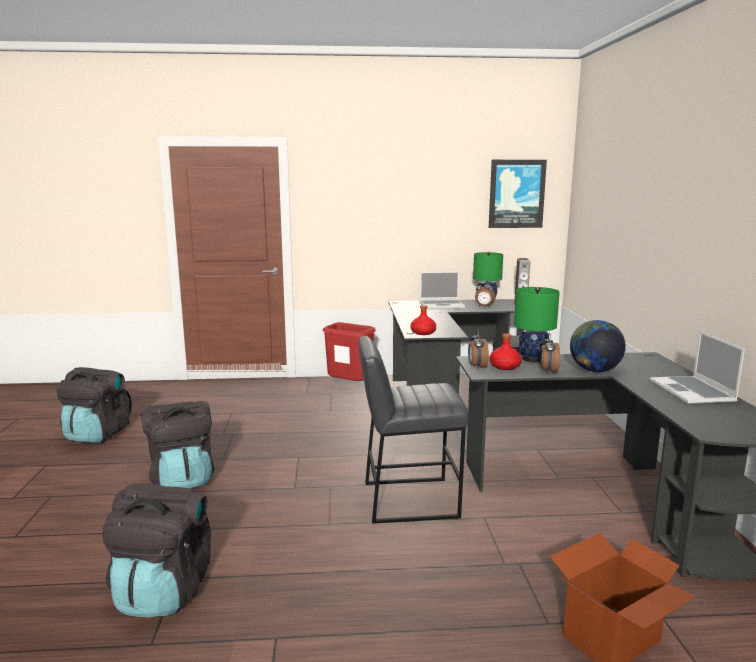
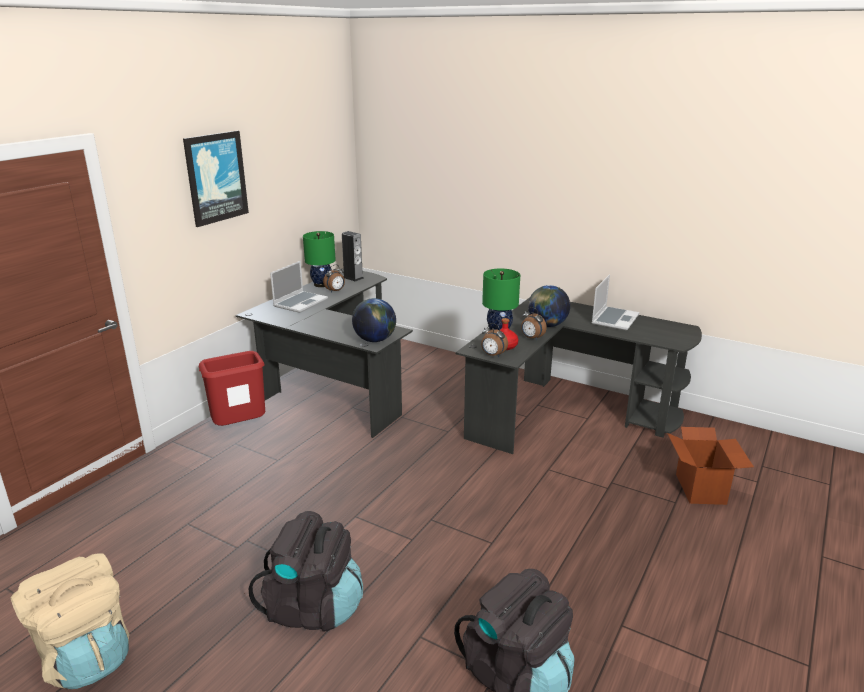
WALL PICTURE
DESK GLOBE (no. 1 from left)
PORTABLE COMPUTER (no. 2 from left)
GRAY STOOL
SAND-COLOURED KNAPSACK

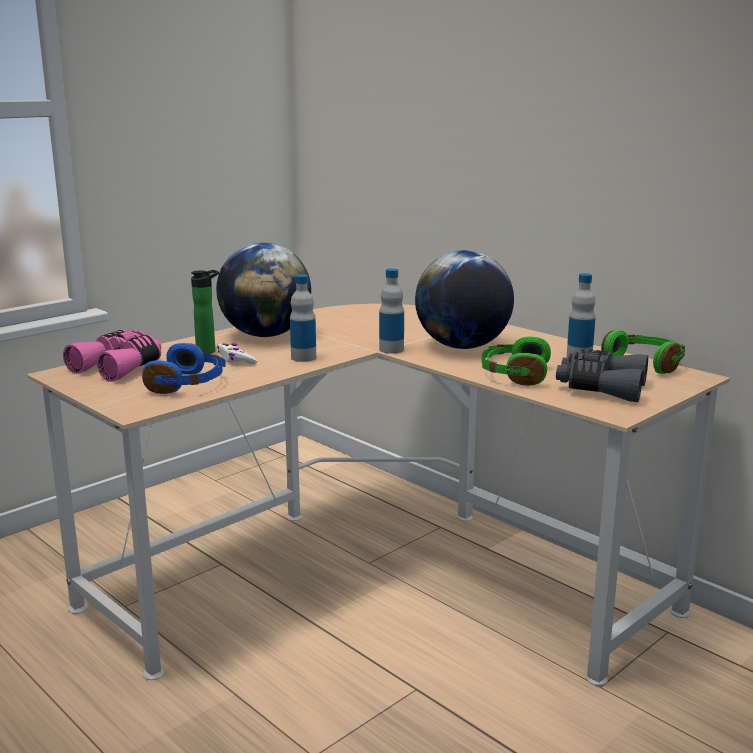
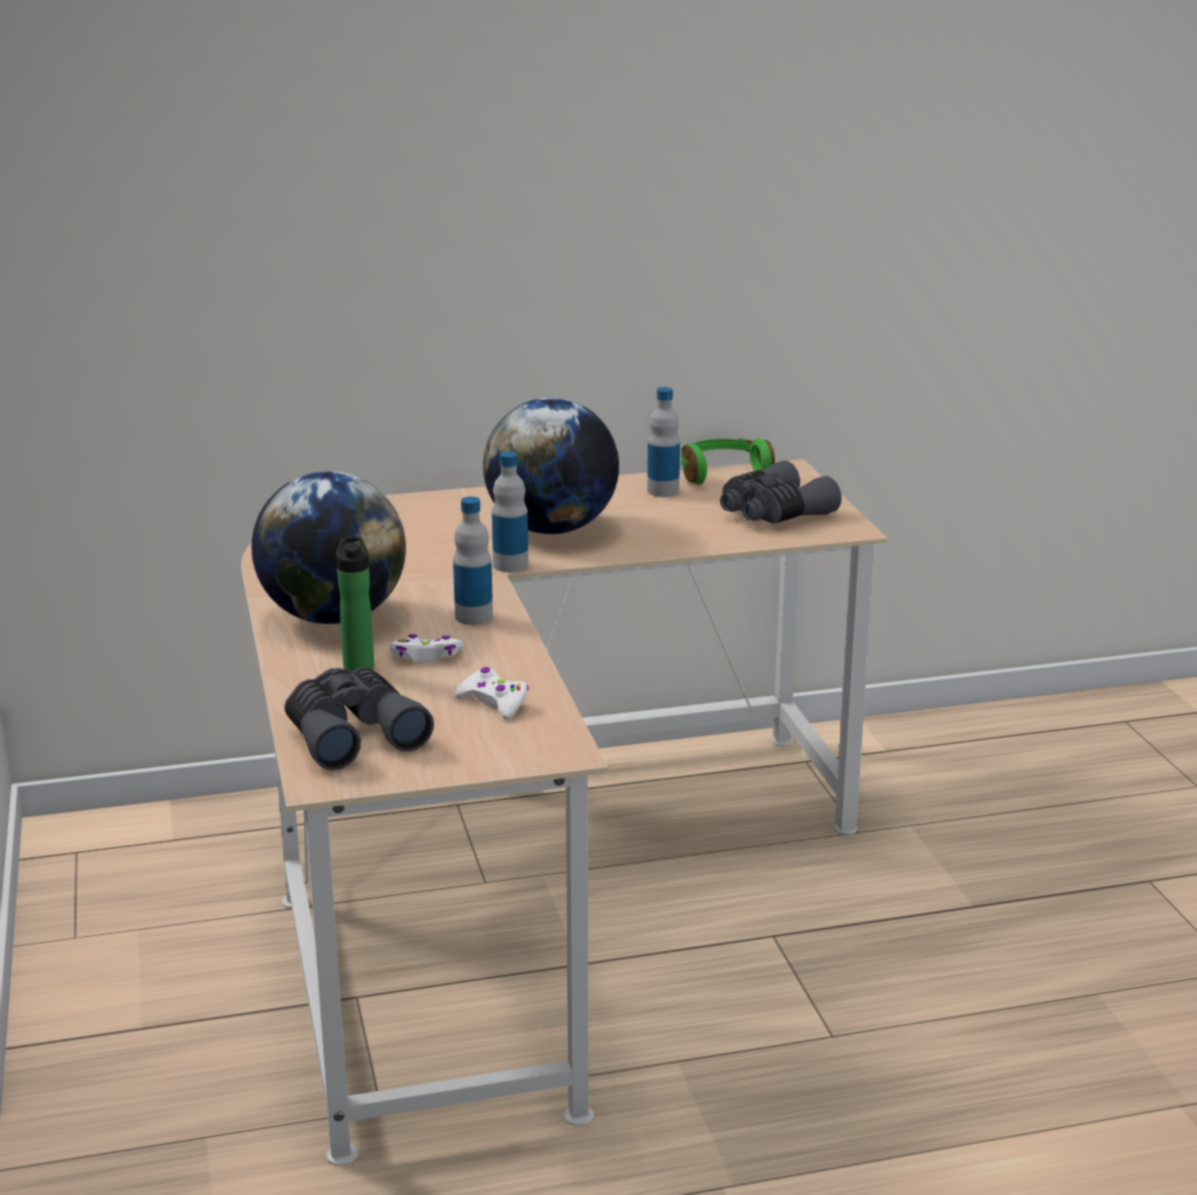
GRAY PAIR OF BINOCULARS (no. 1 from left)
GREEN HEADSET (no. 1 from left in the first image)
WHITISH GAME CONTROLLER (no. 2 from left)

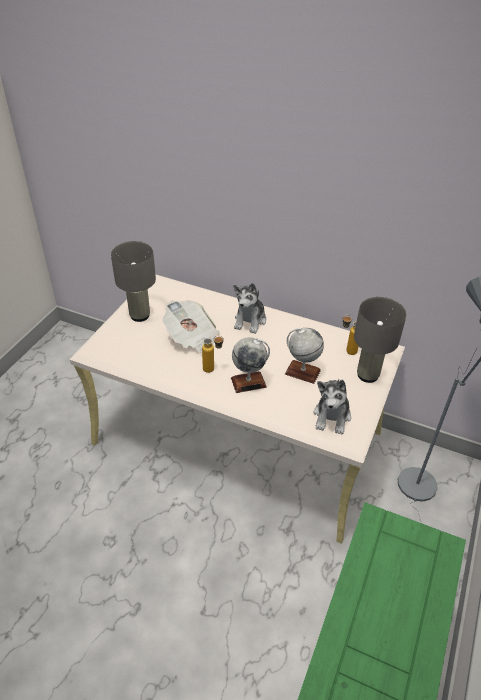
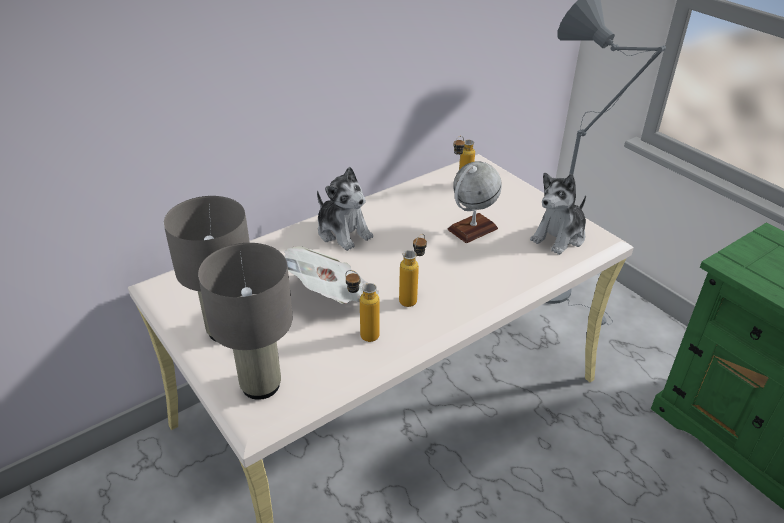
GRAY TABLETOP LAMP (no. 2 from left)
DESK GLOBE (no. 1 from left in the first image)
CUDDLY TOY (no. 2 from left)
BOTTLE (no. 1 from left)

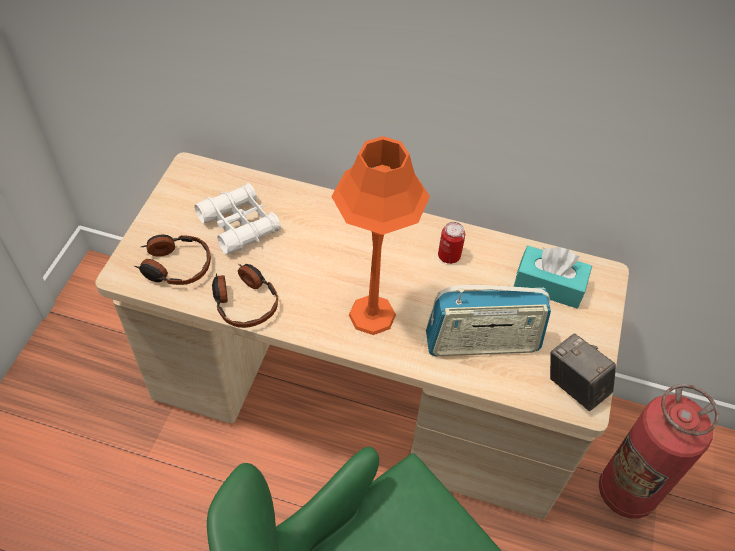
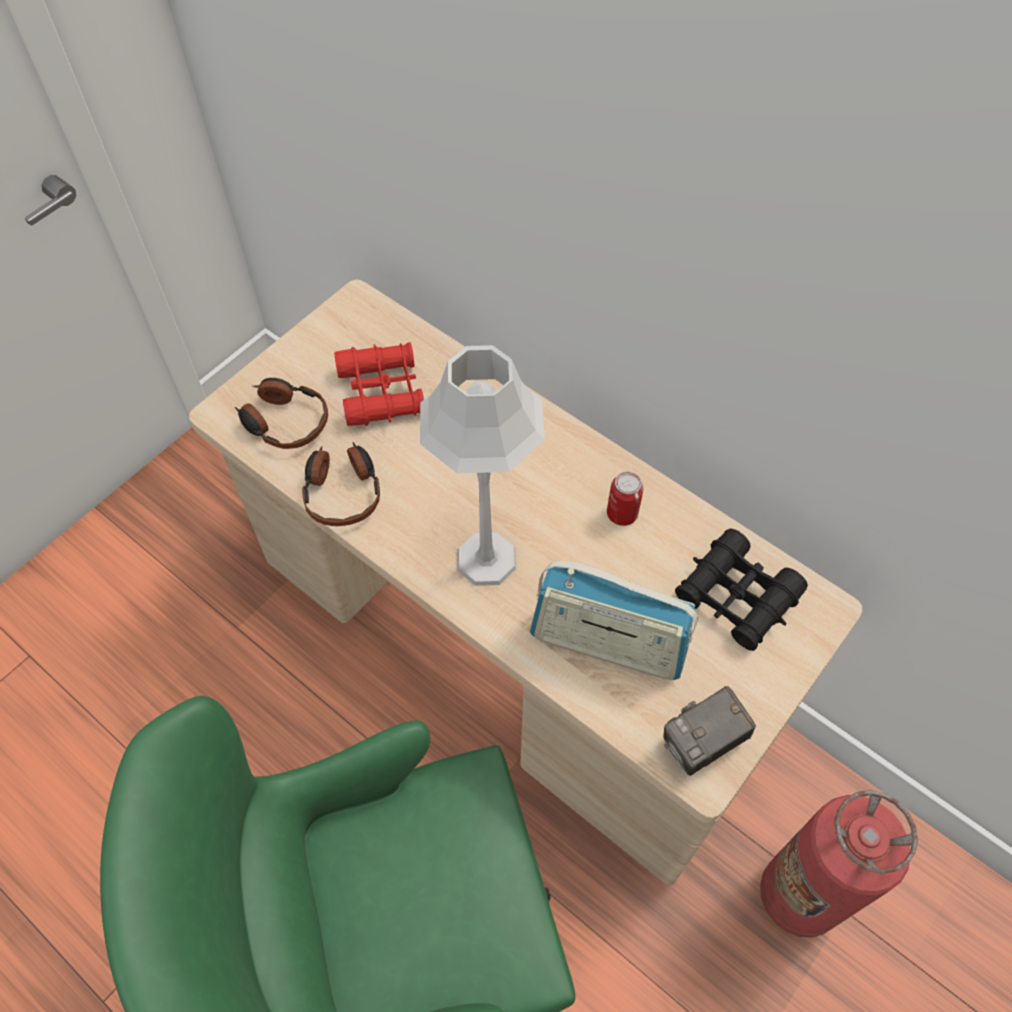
GRAY TABLETOP LAMP
REDDISH PAIR OF BINOCULARS
BLACK PAIR OF BINOCULARS
STILL CAMERA

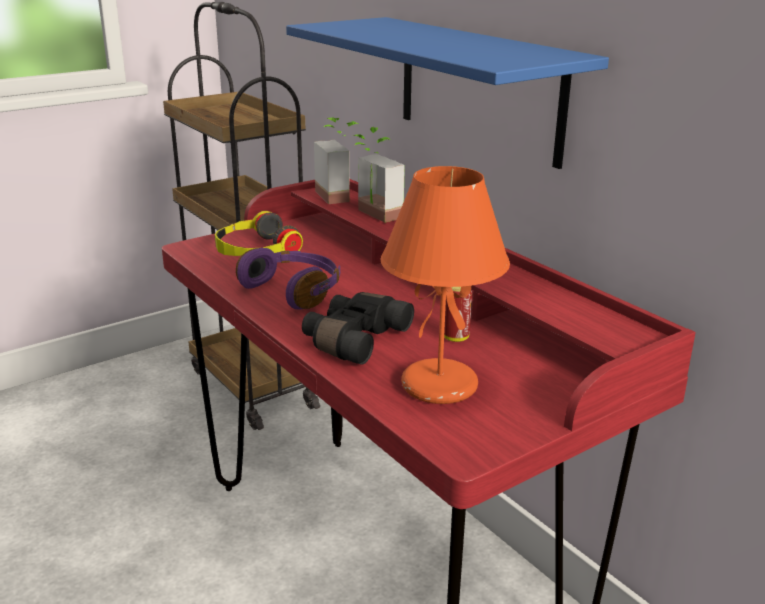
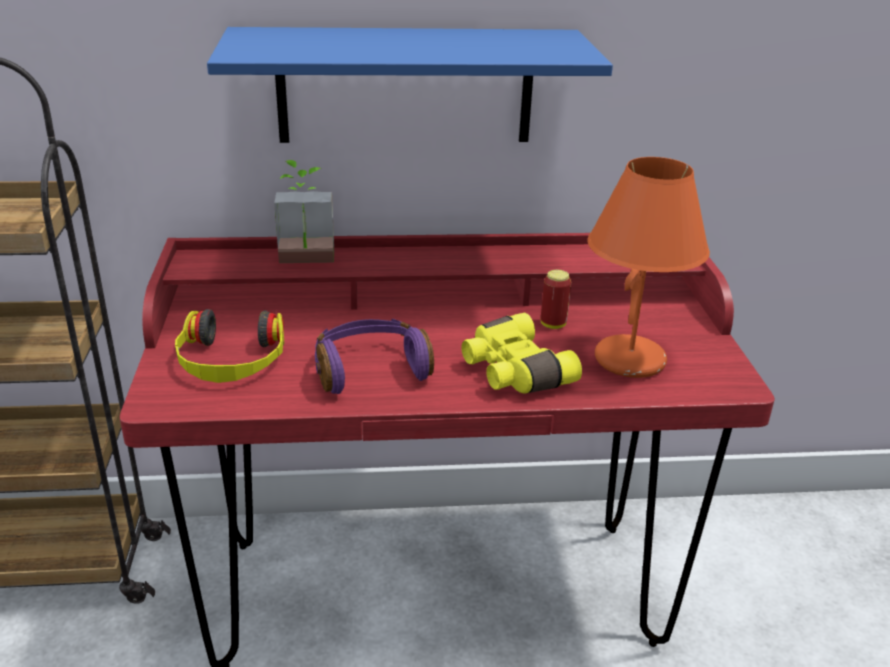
POTTED PLANT (no. 1 from left in the first image)
YELLOW PAIR OF BINOCULARS

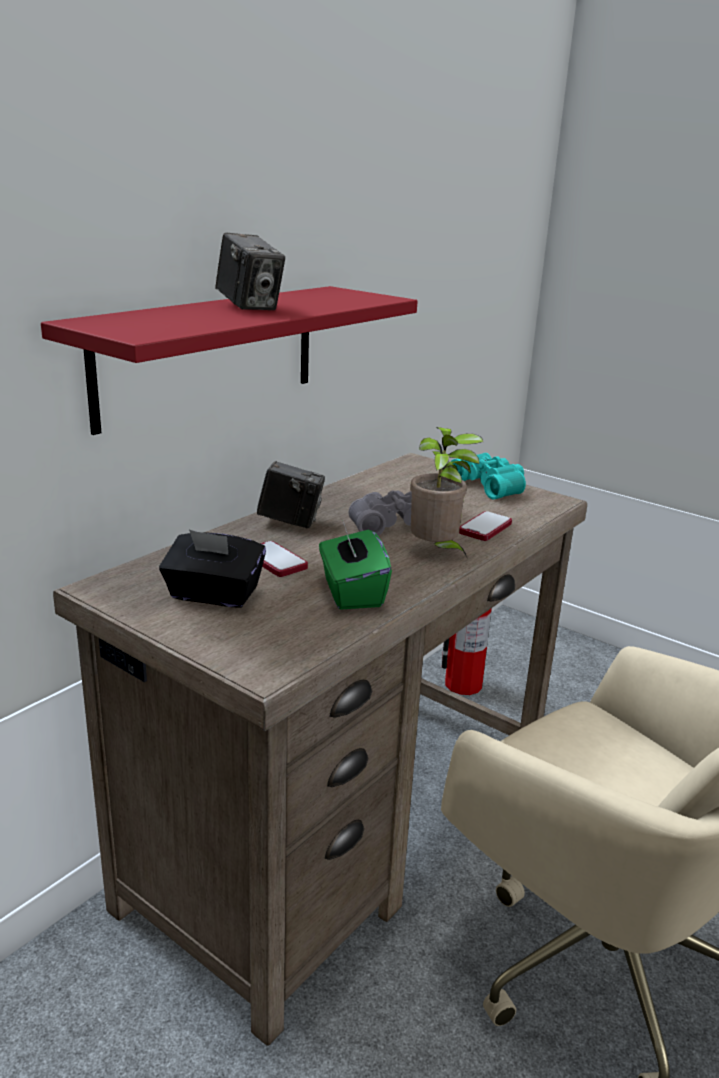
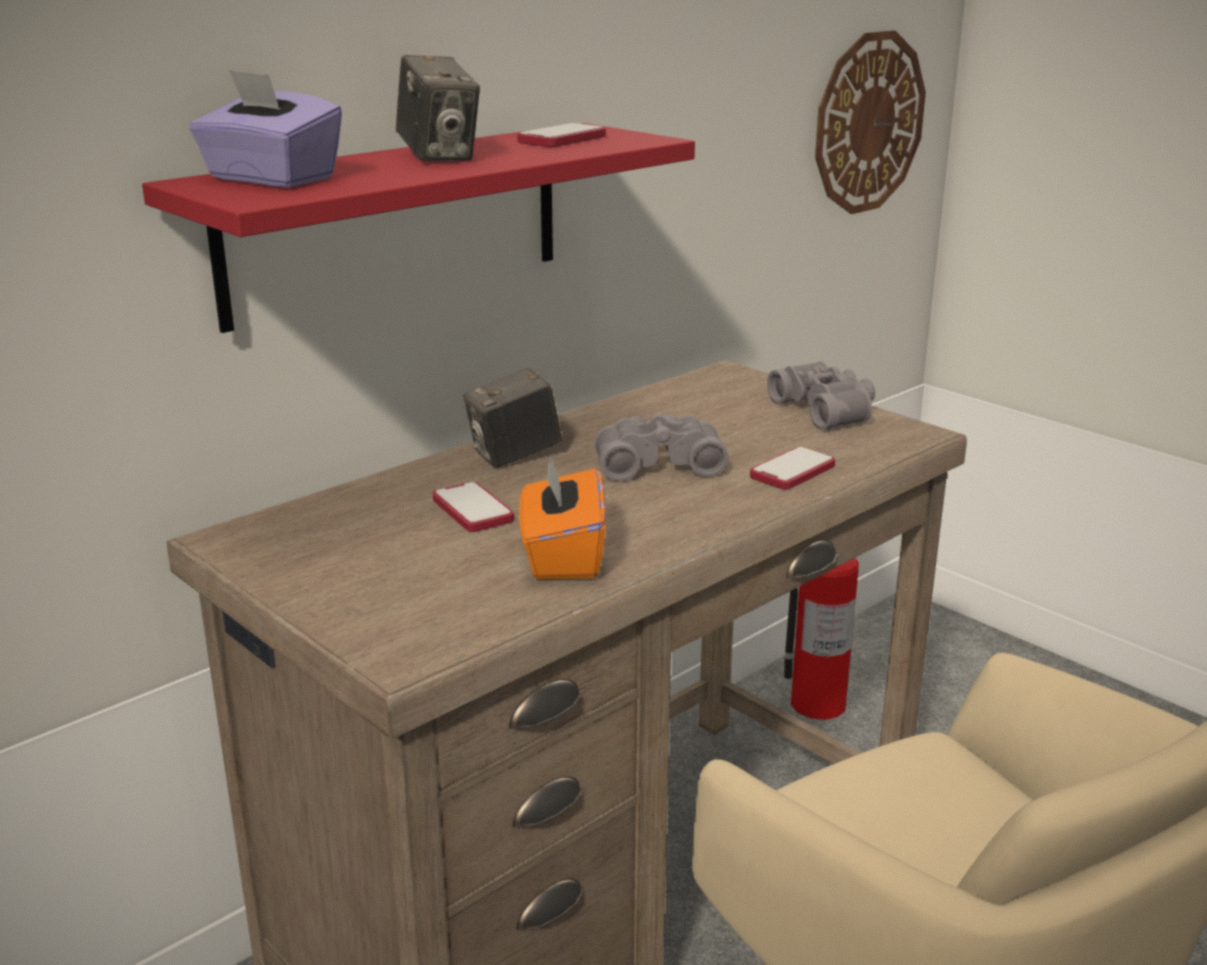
POTTED PLANT
GRAY PAIR OF BINOCULARS (no. 2 from left)
STILL CAMERA (no. 2 from left)
ORANGEY TISSUE HOLDER
BLACK TISSUE HOLDER
HANGING CLOCK
PURPLE-COLOURED TISSUE HOLDER
HANDSET (no. 2 from left)

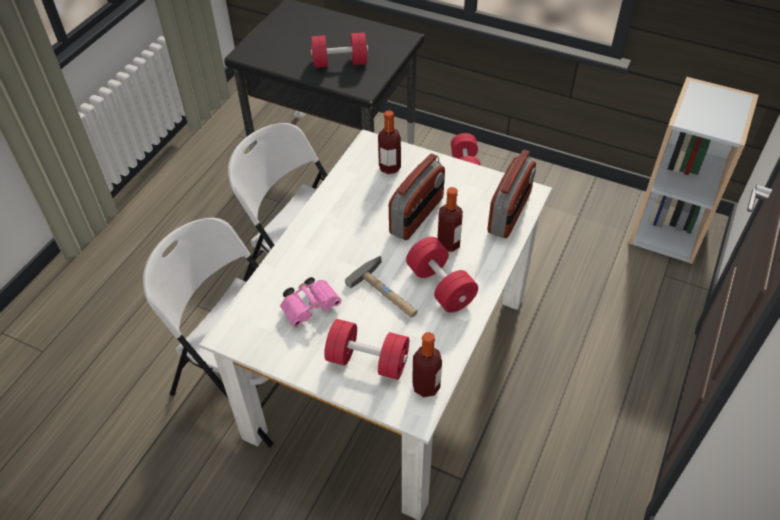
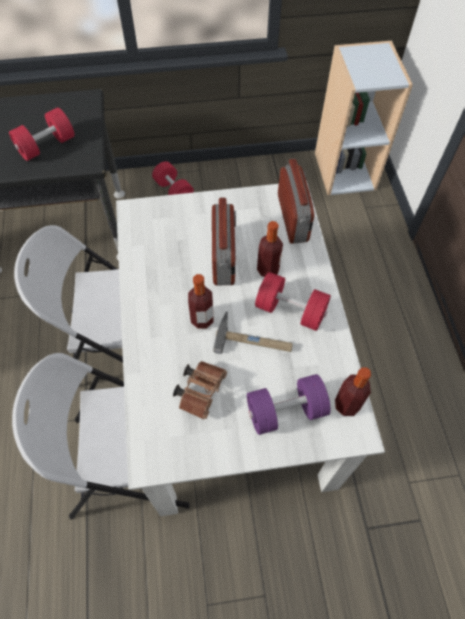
BOTTLE (no. 1 from left)
BROWNISH PAIR OF BINOCULARS
PURPLE-COLOURED HAND WEIGHT

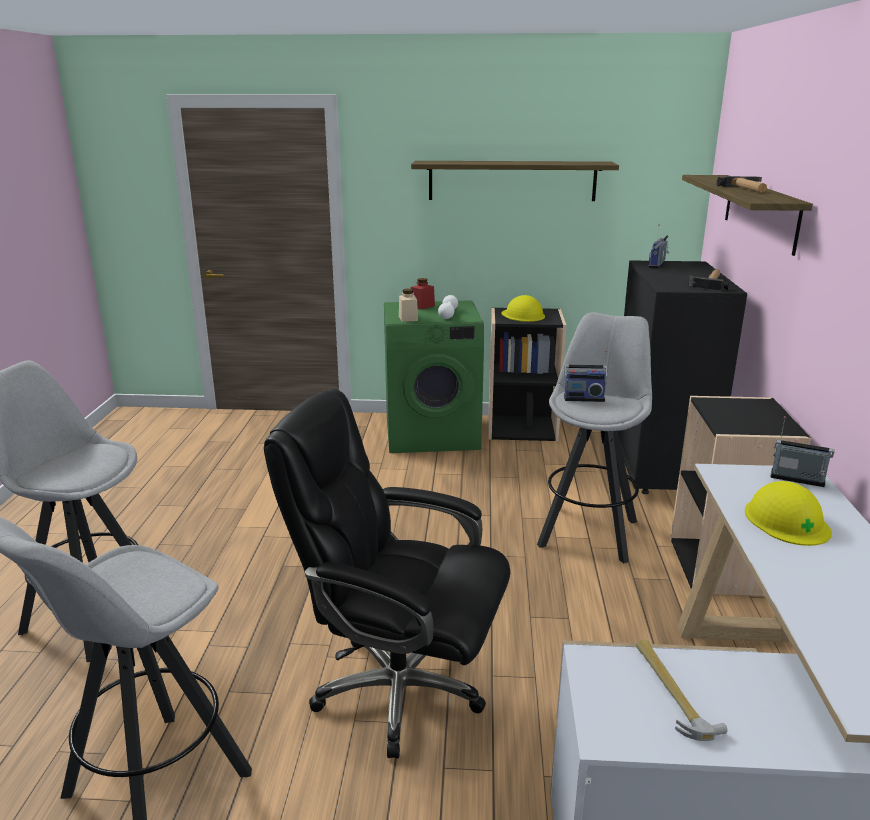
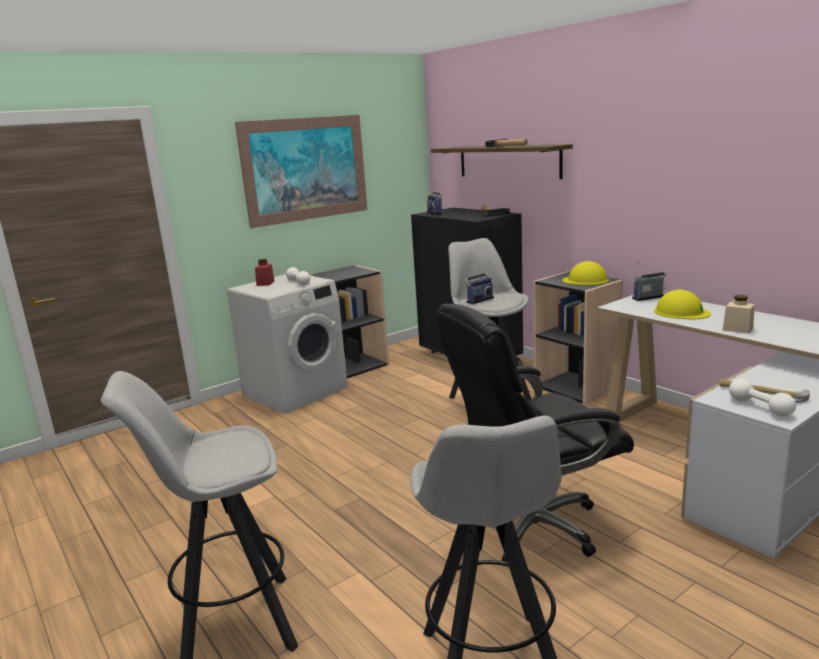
WALL PICTURE
SAND-COLOURED PRESERVE JAR
YELLOW HARD HAT (no. 1 from left)
WHITISH LAUNDRY MACHINE
WHITISH HAND WEIGHT (no. 2 from left)

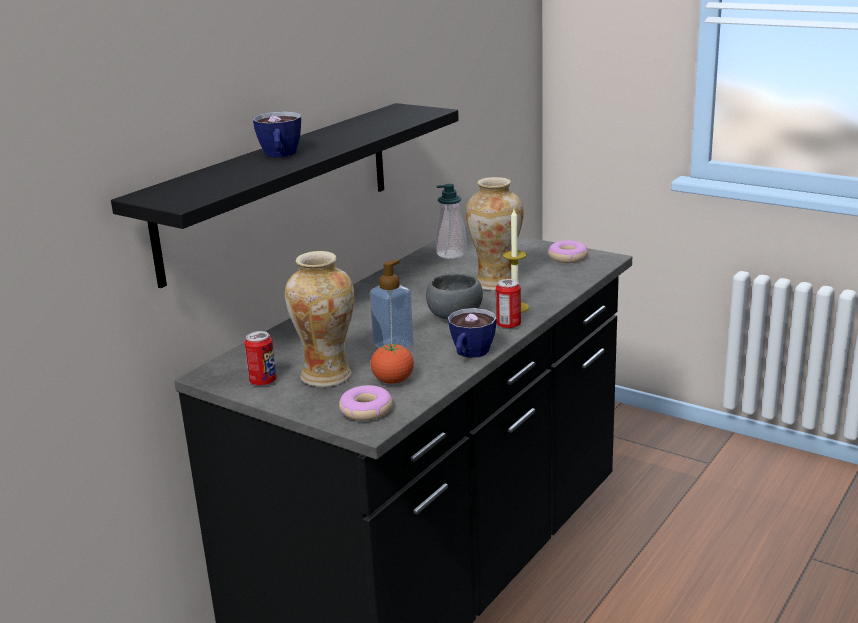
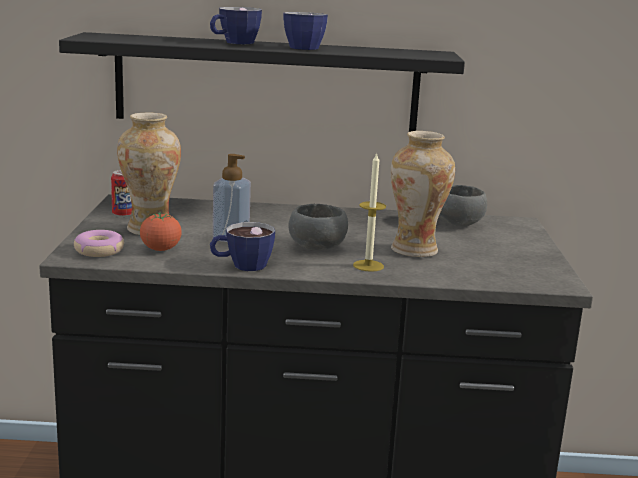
GRAY DEEP DISH (no. 2 from left)
DOUGHNUT (no. 2 from left in the first image)
CAN (no. 2 from left in the first image)
DRINKING CUP (no. 3 from left)

